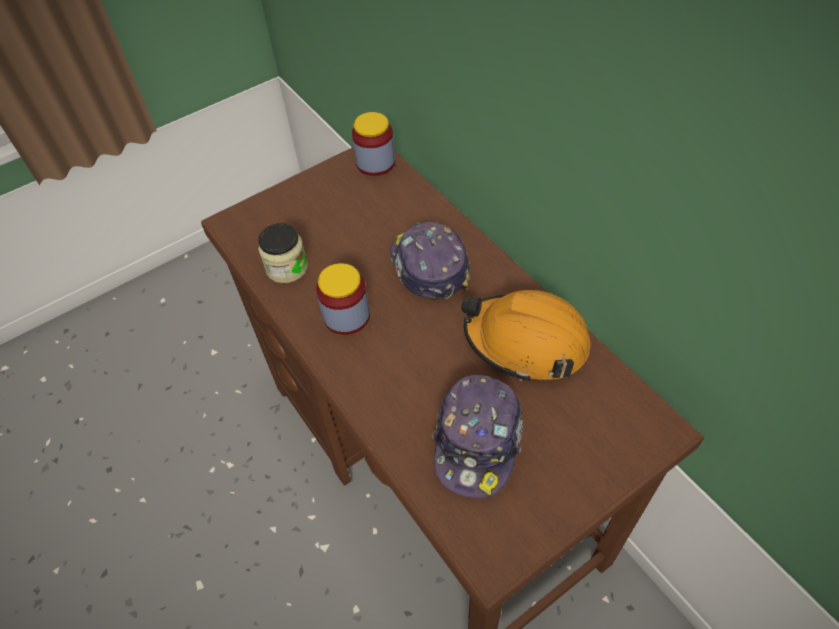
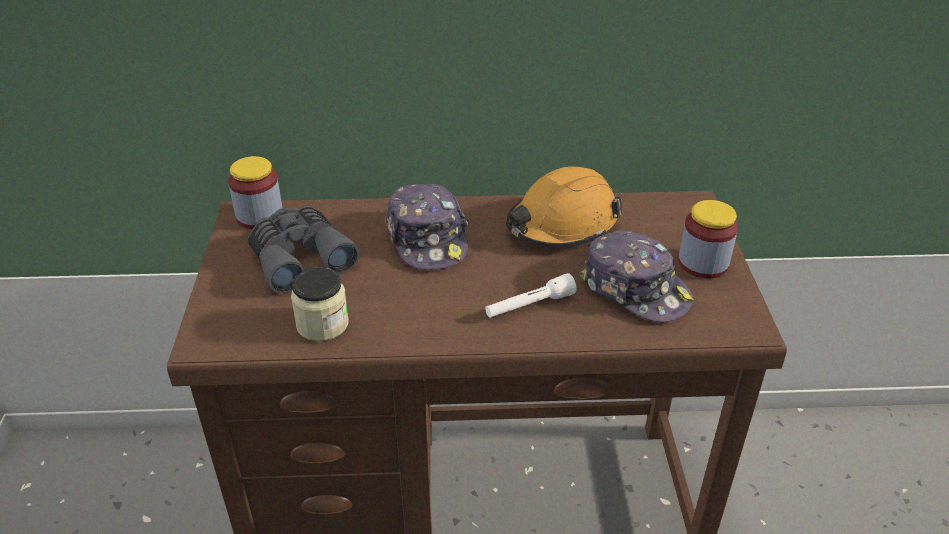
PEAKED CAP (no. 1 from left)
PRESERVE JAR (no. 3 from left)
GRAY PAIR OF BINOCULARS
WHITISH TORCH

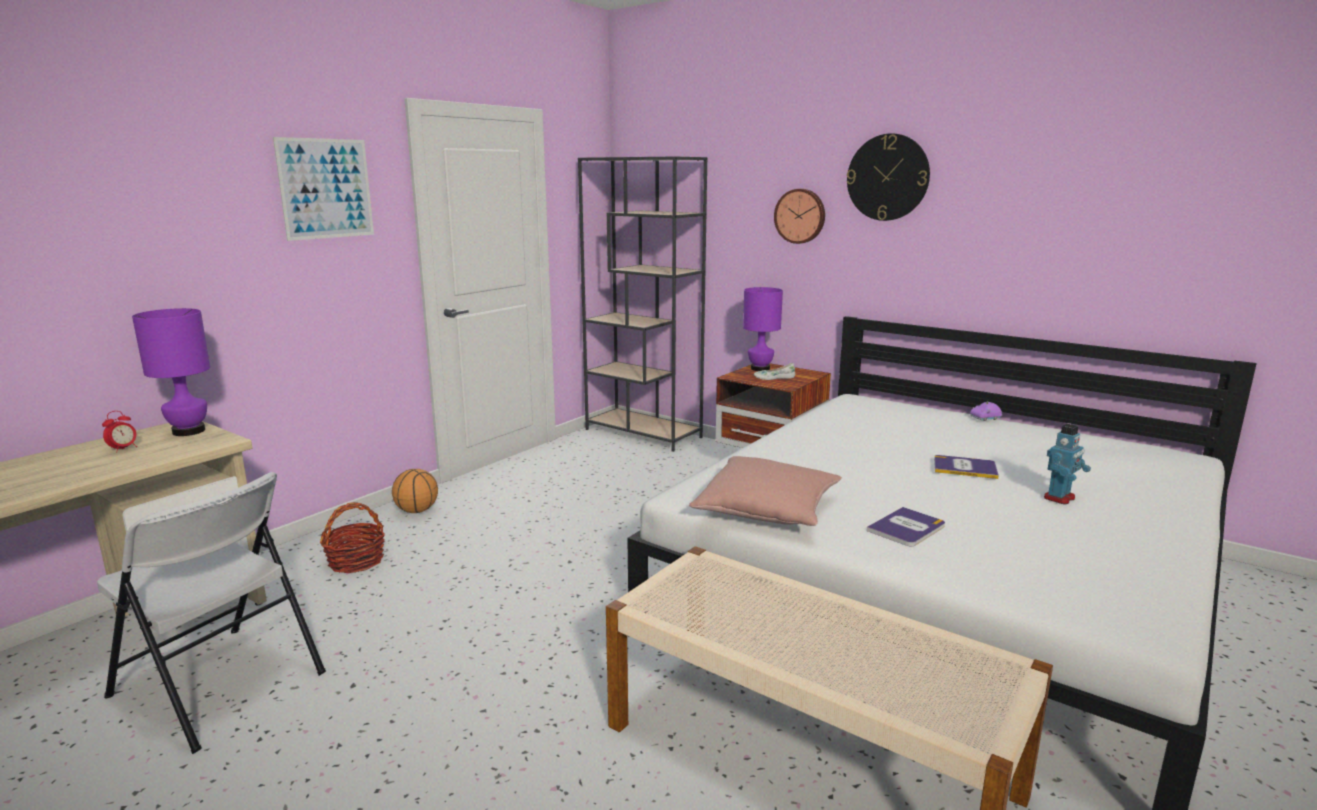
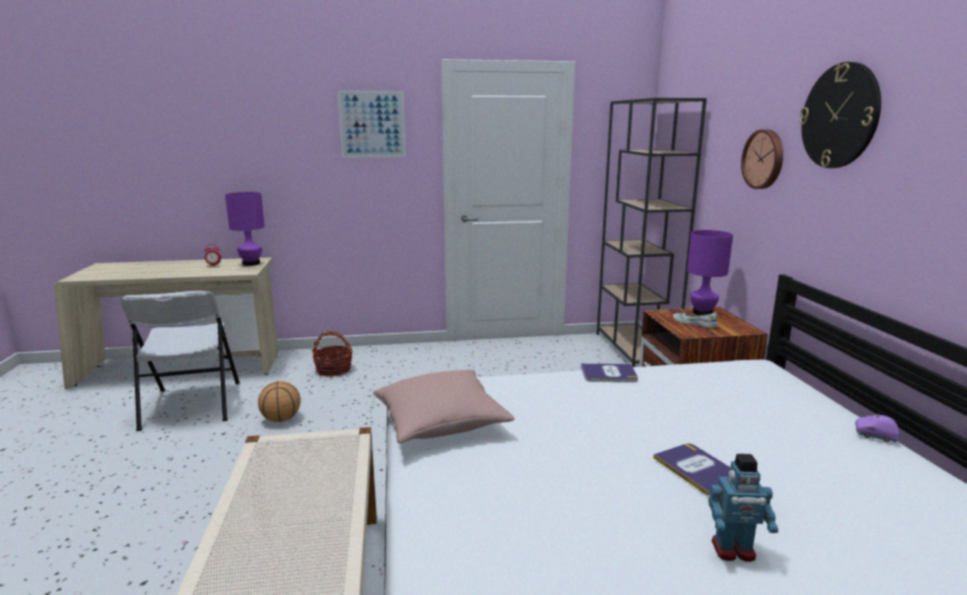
BASKETBALL
VOLUME (no. 1 from left)

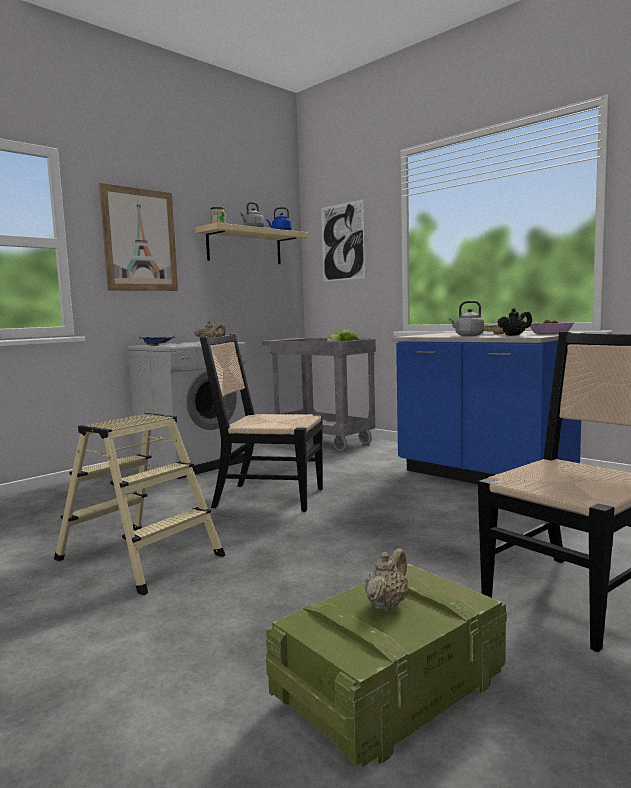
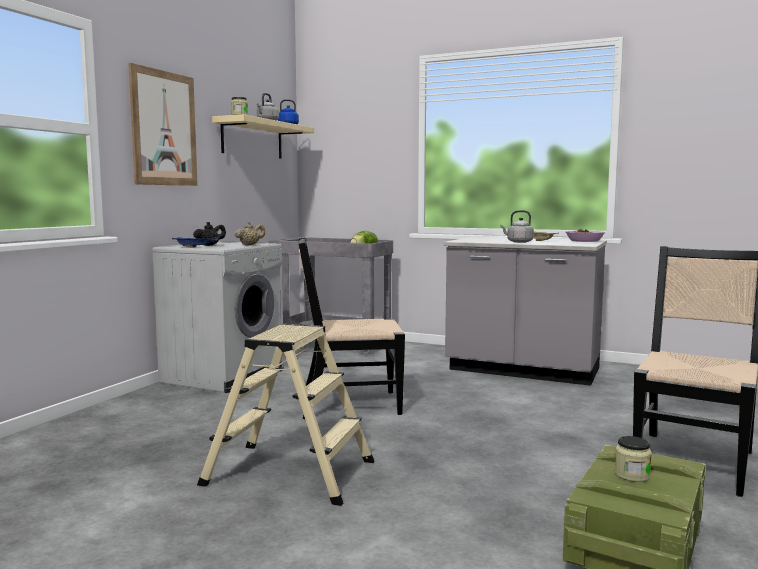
WALL PICTURE (no. 2 from left in the first image)
BLACK TEA POT
GRAY KITCHEN COUNTER
PRESERVE JAR (no. 2 from left)

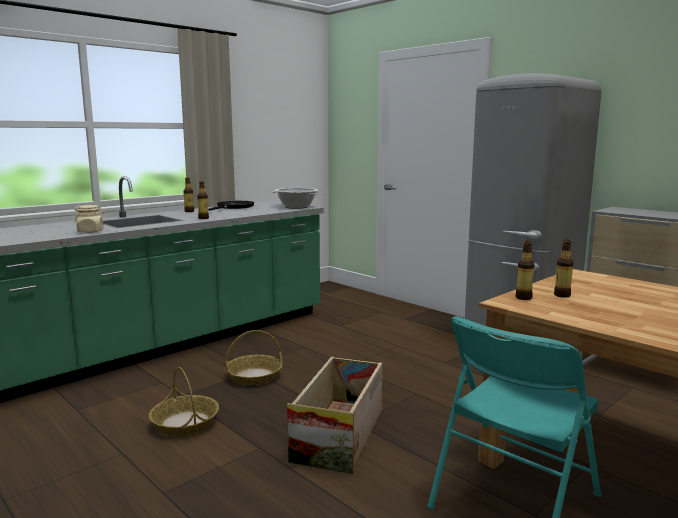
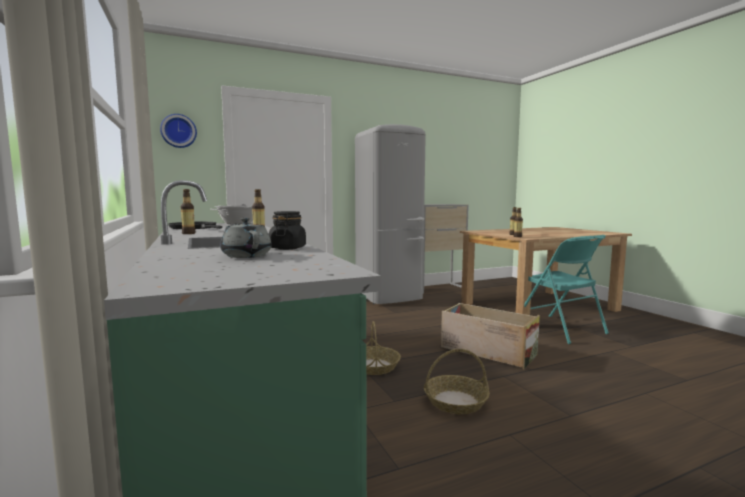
BLACK PRESERVE JAR
HANGING CLOCK
GRAY TEA POT

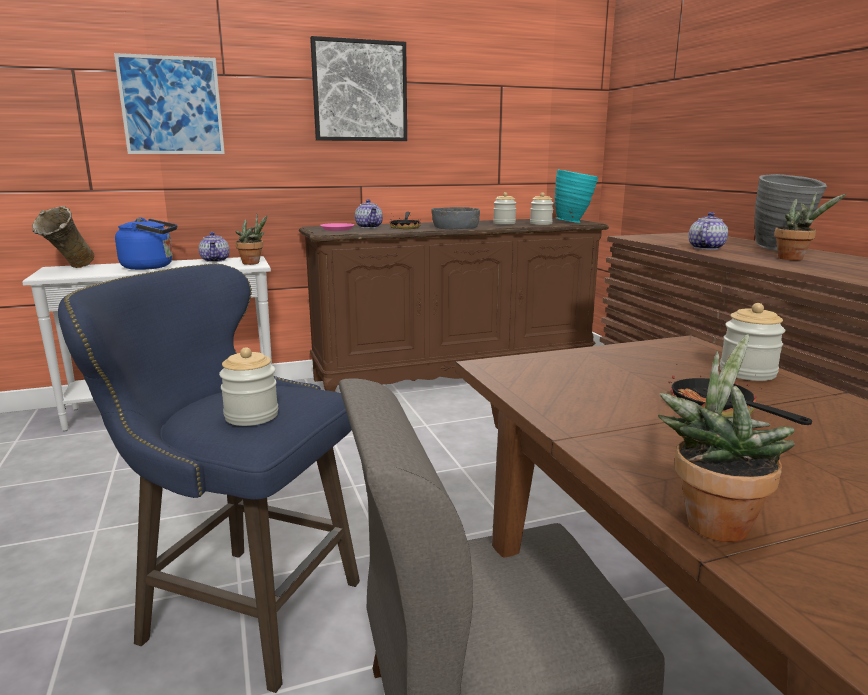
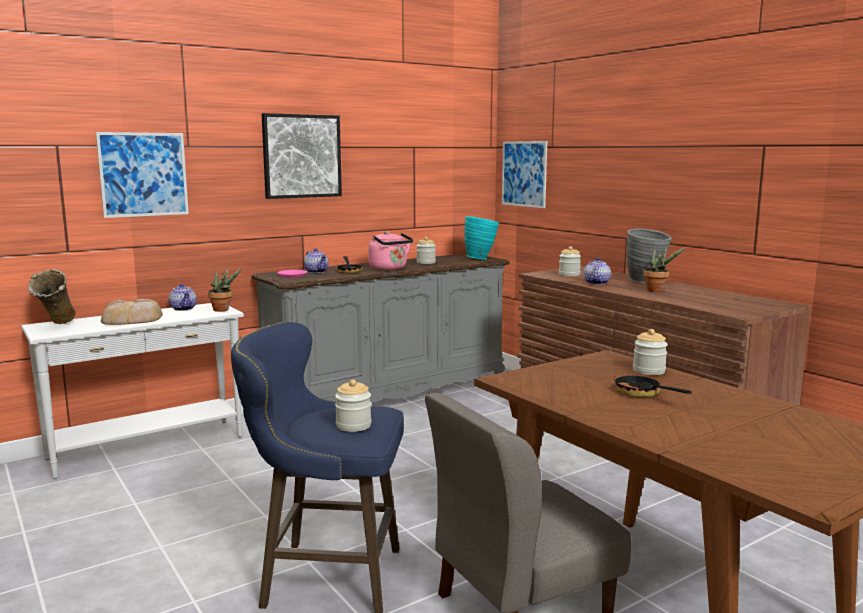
PRESERVE JAR (no. 3 from left)
PINK-COLOURED WATER KETTLE
BAKERY BREAD
GRAY CABINET
POTTED PLANT (no. 2 from left in the first image)
WALL PICTURE (no. 3 from left)

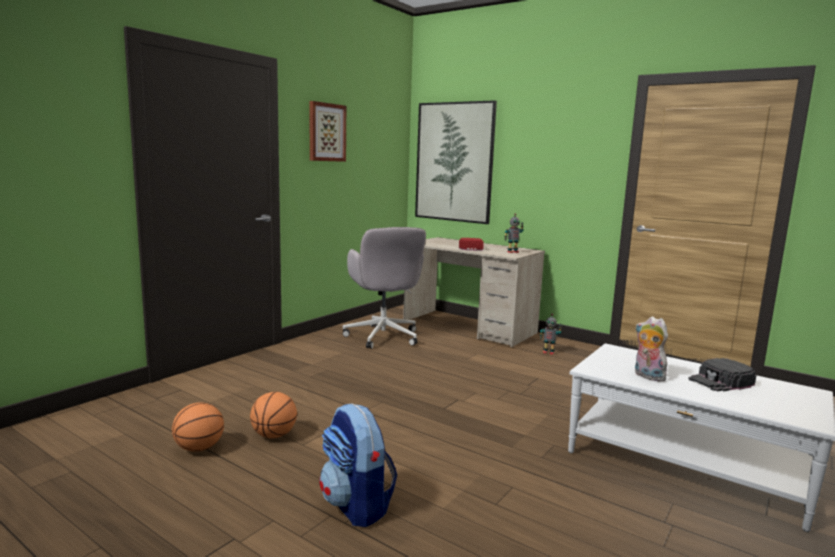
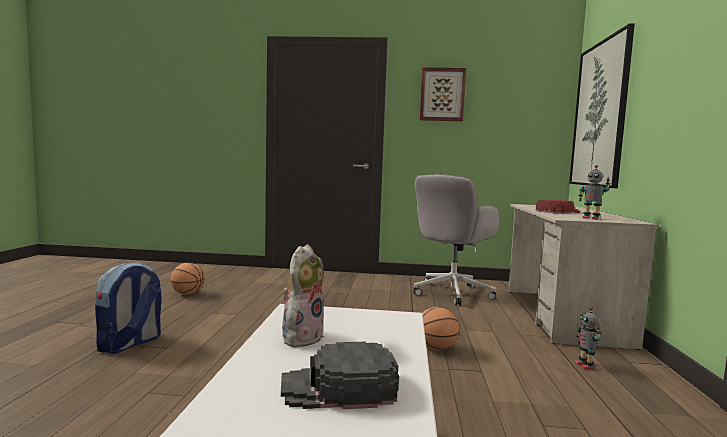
BLACK PEAKED CAP
BASKETBALL (no. 2 from left)

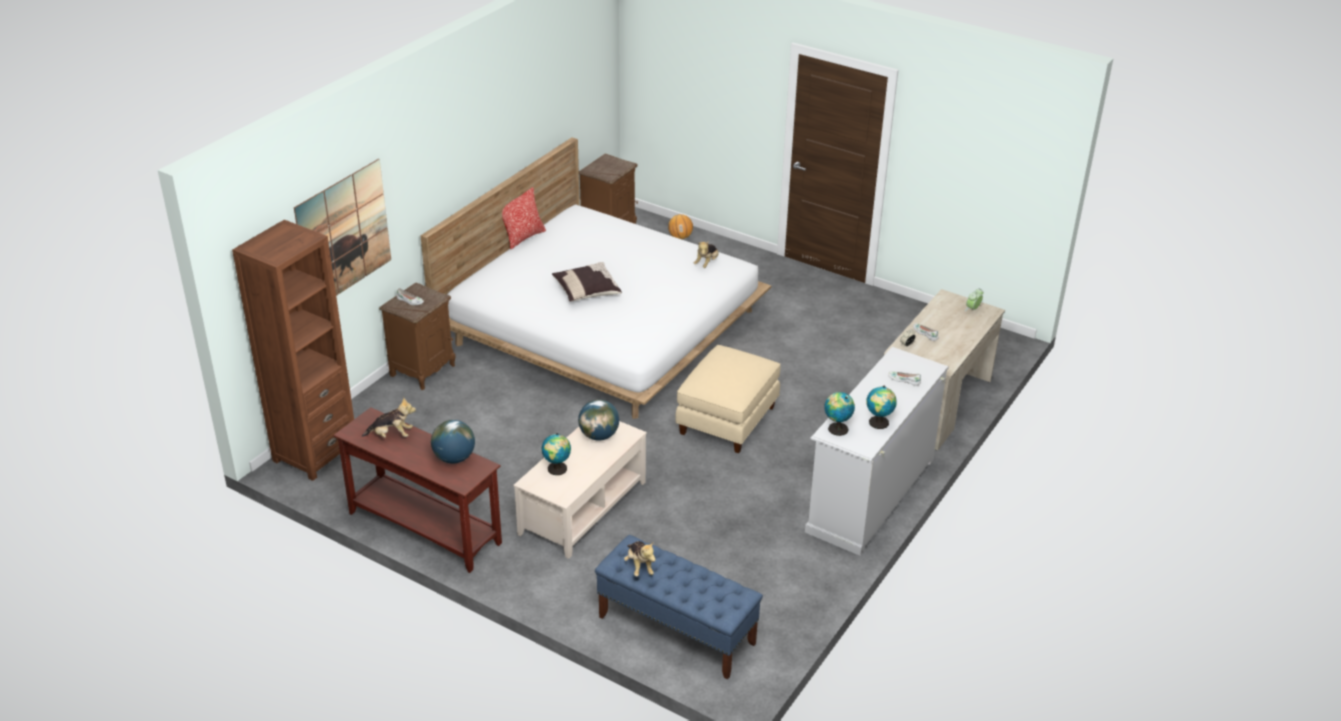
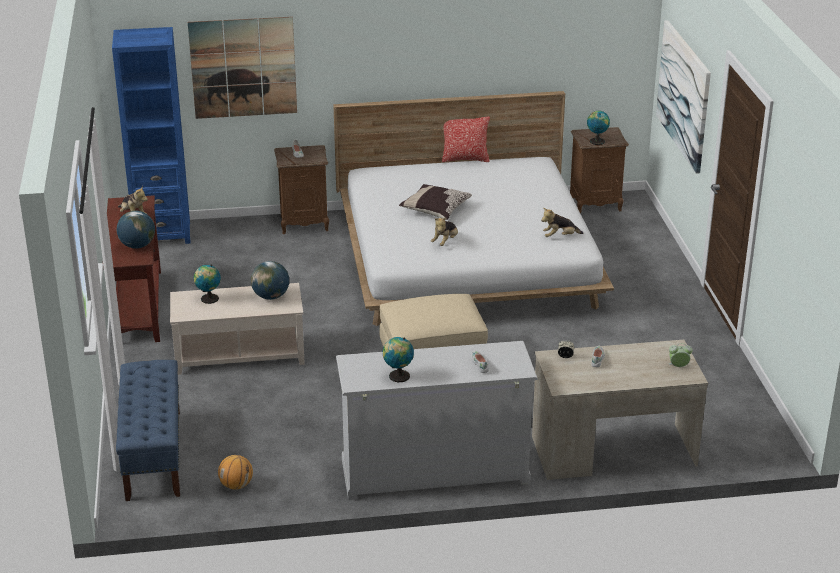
BASKETBALL
BLUE BOOKSHELF
DESK GLOBE (no. 5 from left)
CUDDLY TOY (no. 2 from left)
WALL PICTURE (no. 2 from left)

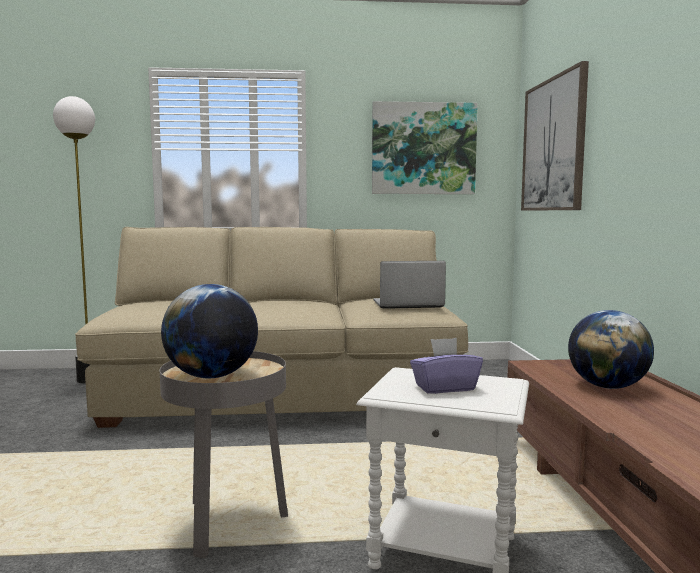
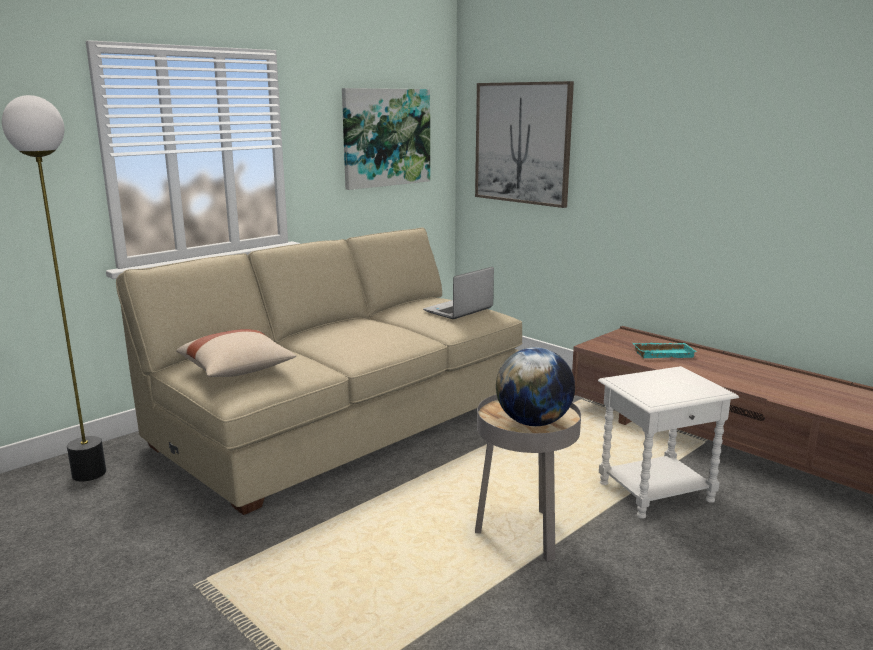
TURQUOISE CARRYING TRAY
PURPLE-COLOURED TISSUE HOLDER
SAND-COLOURED PILLOW

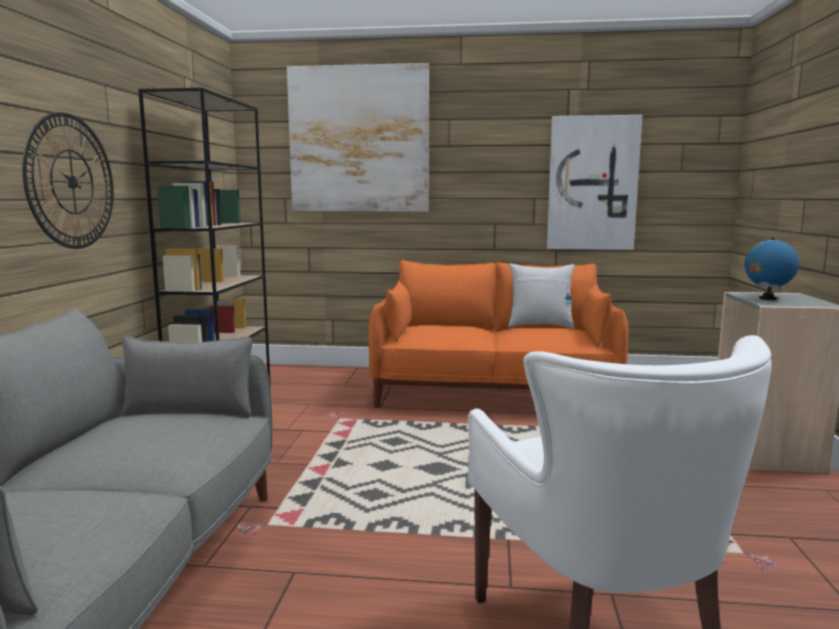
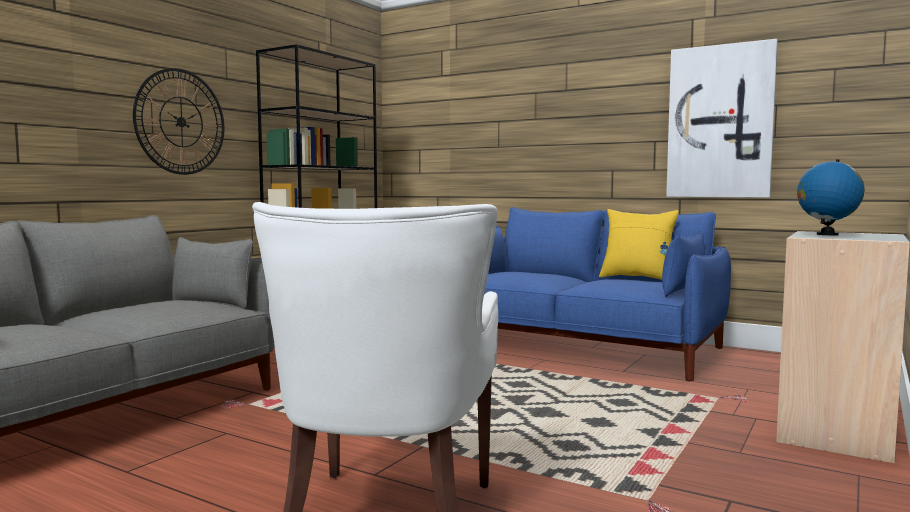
WALL PICTURE (no. 1 from left in the first image)
BLUE SOFA
YELLOW PILLOW

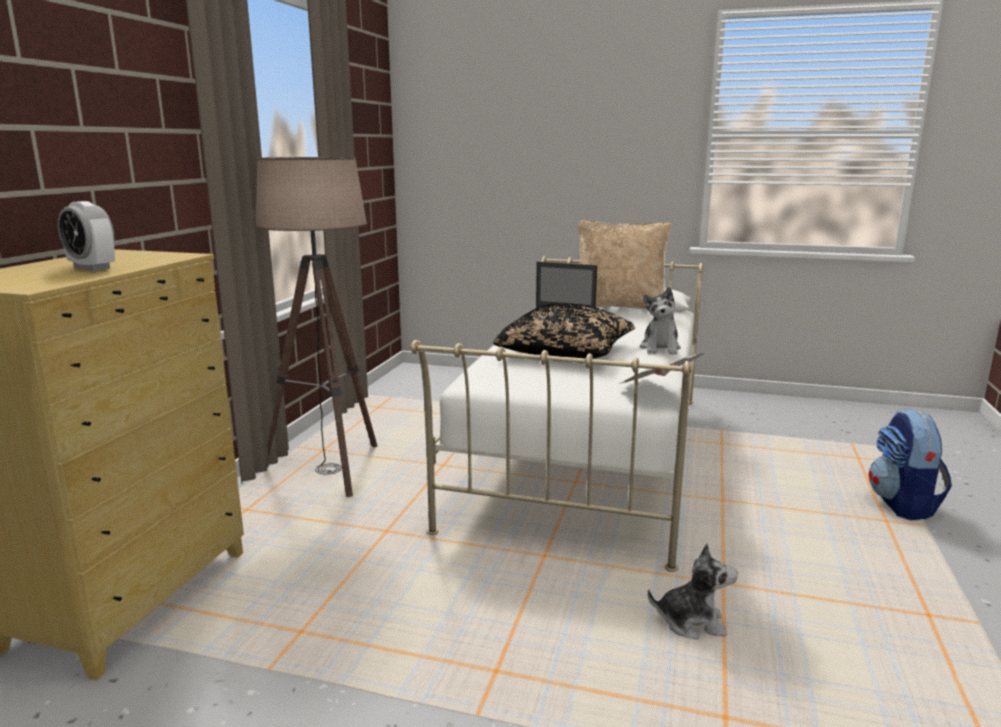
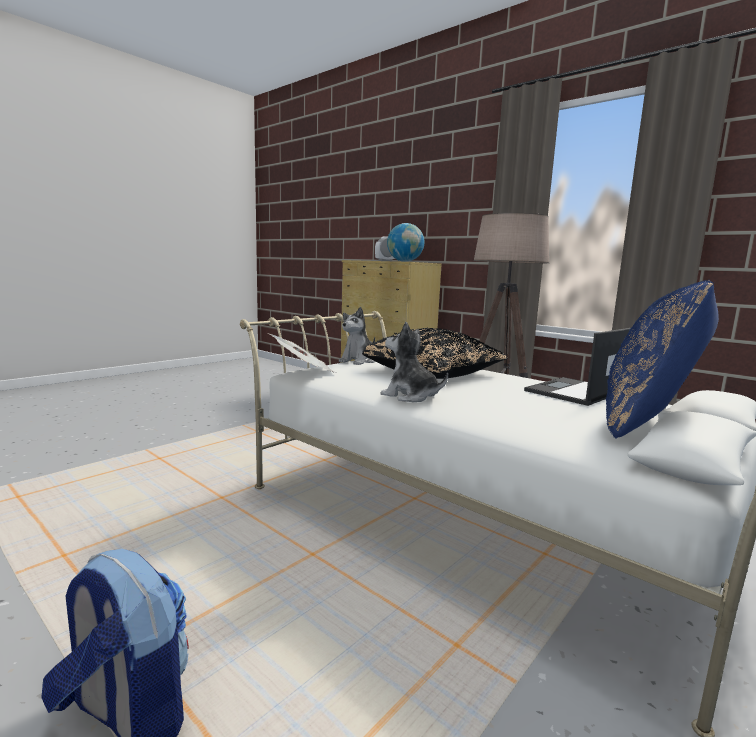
BLUE PILLOW
CUDDLY TOY (no. 1 from left)
DESK GLOBE

